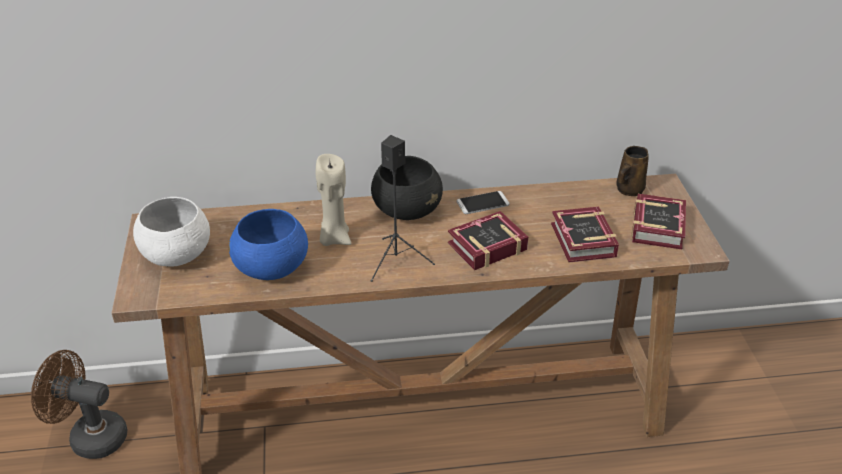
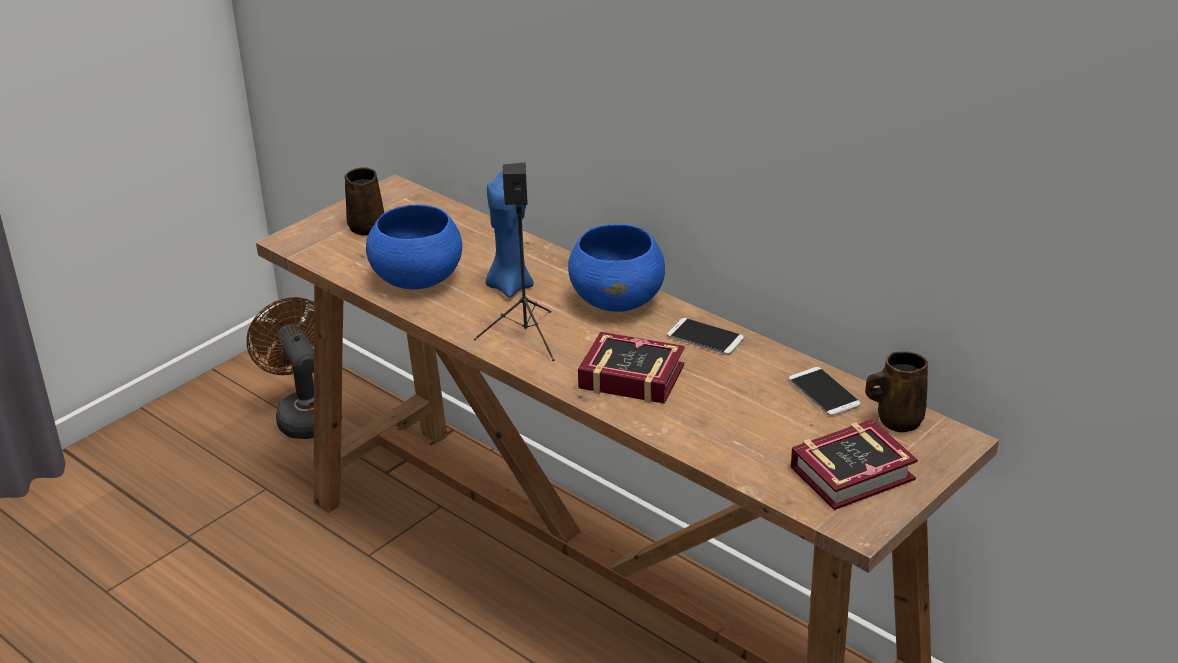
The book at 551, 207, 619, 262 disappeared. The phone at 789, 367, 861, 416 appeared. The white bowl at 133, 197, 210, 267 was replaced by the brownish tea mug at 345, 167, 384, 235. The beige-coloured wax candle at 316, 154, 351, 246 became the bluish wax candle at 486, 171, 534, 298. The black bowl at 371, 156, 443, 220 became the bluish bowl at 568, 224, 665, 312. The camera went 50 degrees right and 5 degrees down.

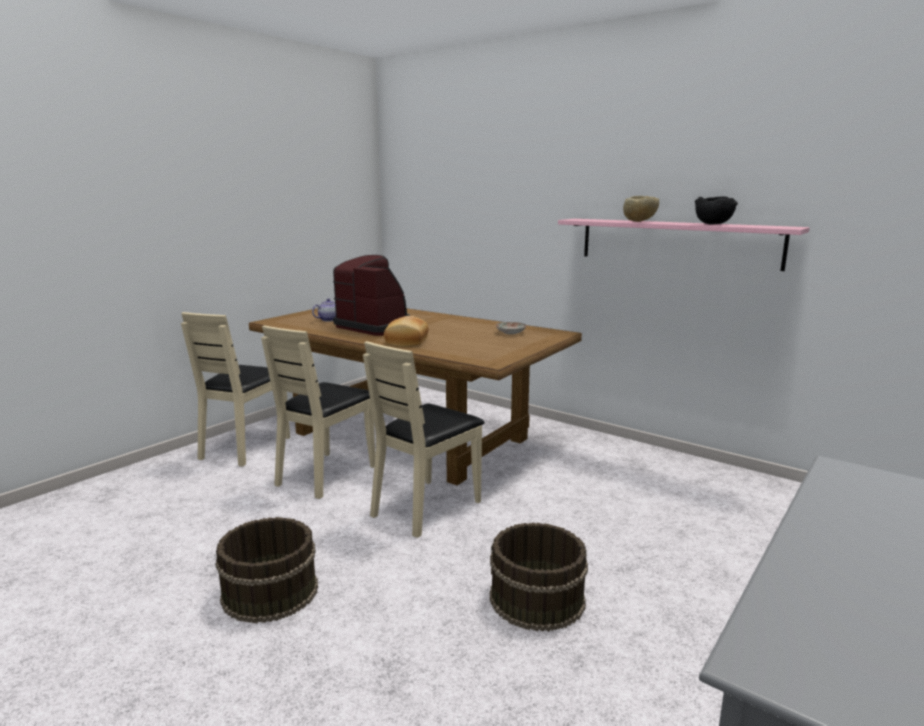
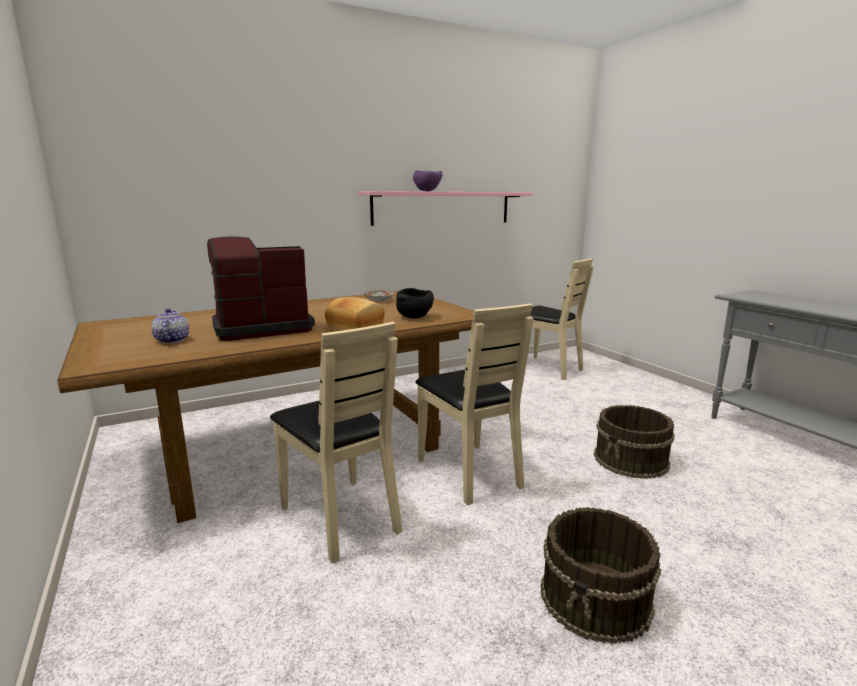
The beige-coloured upright chair moved from 181, 312, 290, 466 to 531, 258, 594, 380. The black bowl moved from 695, 197, 738, 225 to 396, 288, 434, 319. The beige-coloured bowl at 623, 196, 659, 222 became the purplish bowl at 413, 170, 443, 191. The camera went 65 degrees left and 0 degrees up.

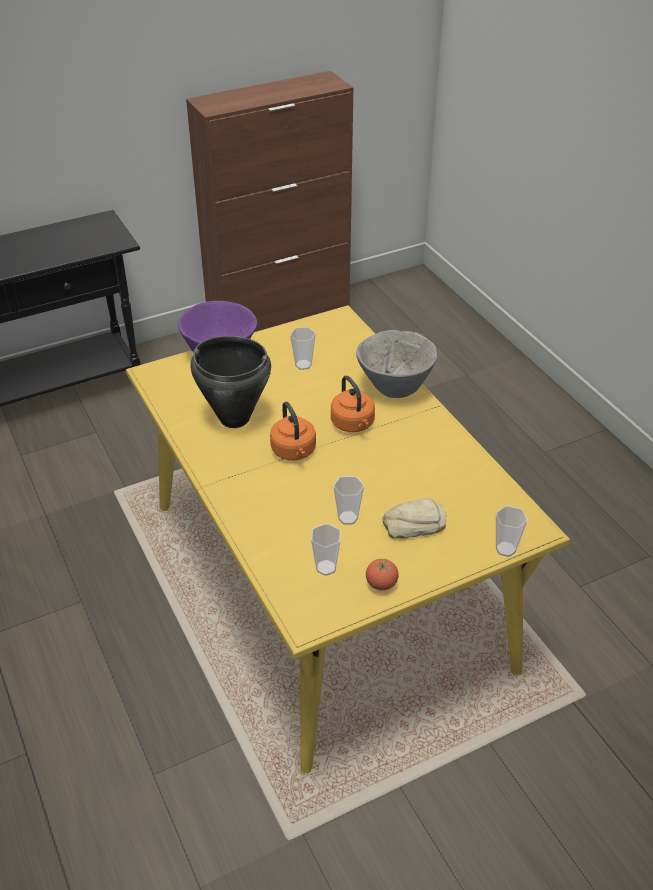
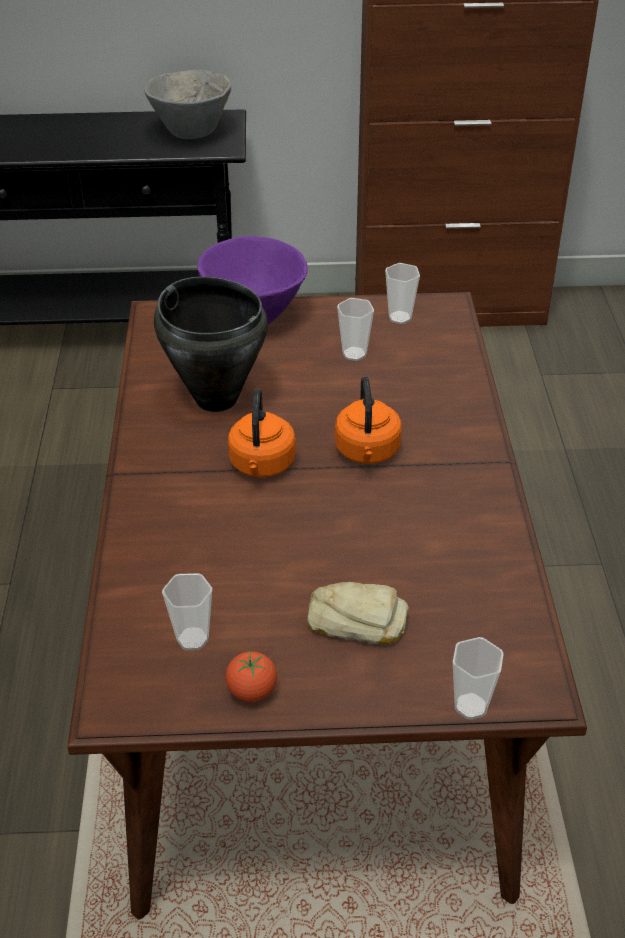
The small cup moved from 333, 476, 364, 525 to 385, 263, 420, 324. The grey bowl moved from 356, 330, 437, 398 to 144, 70, 231, 139. The yellowish dinner table at 126, 305, 570, 774 became the brownish dinner table at 67, 292, 587, 920. The camera went 25 degrees right and 0 degrees up.

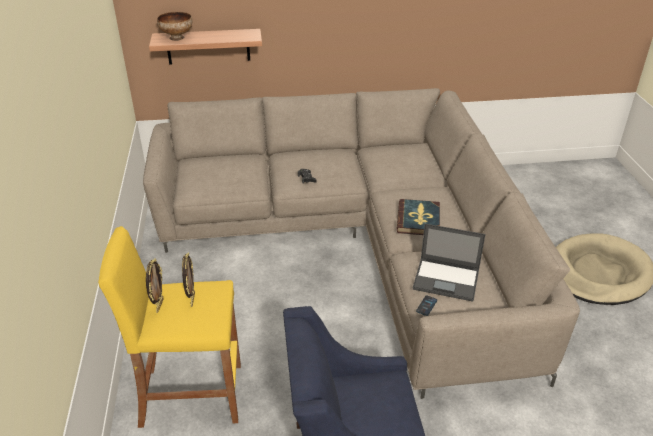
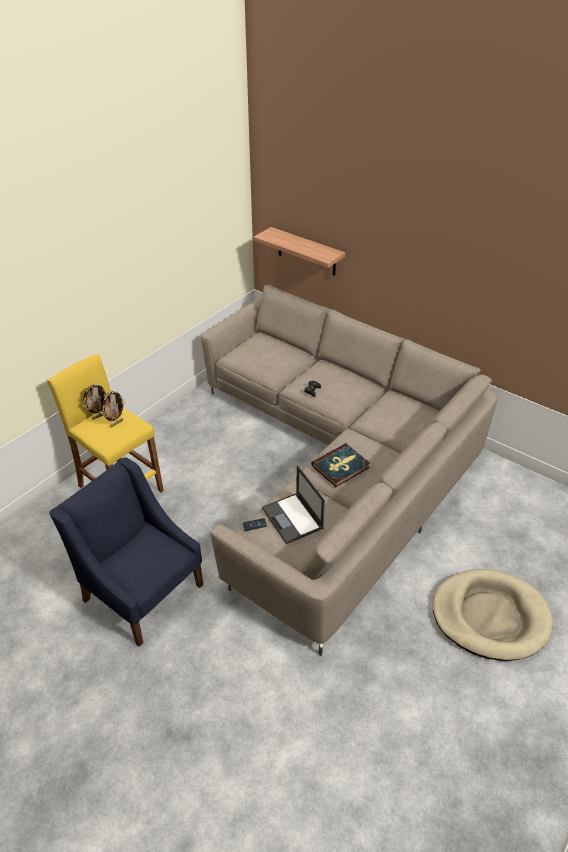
The bowl at 157, 12, 192, 41 disappeared. The camera went 45 degrees right and 5 degrees up.

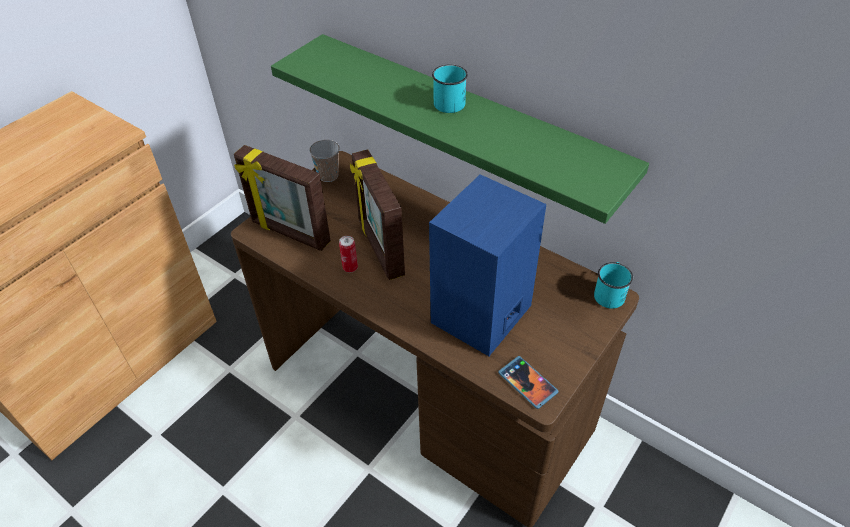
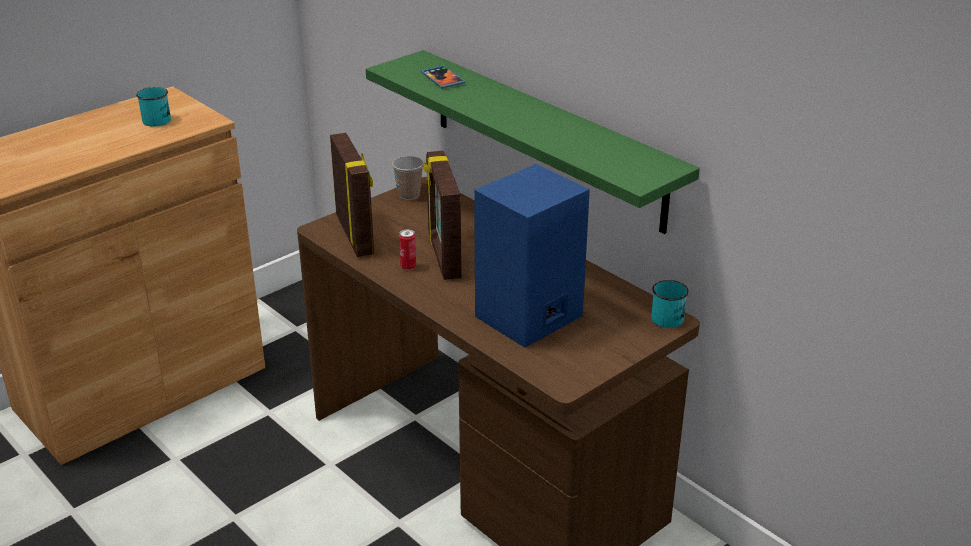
The blue-green tea mug moved from 432, 64, 468, 113 to 136, 87, 171, 127. The phone moved from 498, 356, 559, 409 to 421, 65, 465, 88. The picture frame at 234, 145, 331, 251 turned 150 degrees counterclockwise. The camera went 10 degrees right and 15 degrees down.

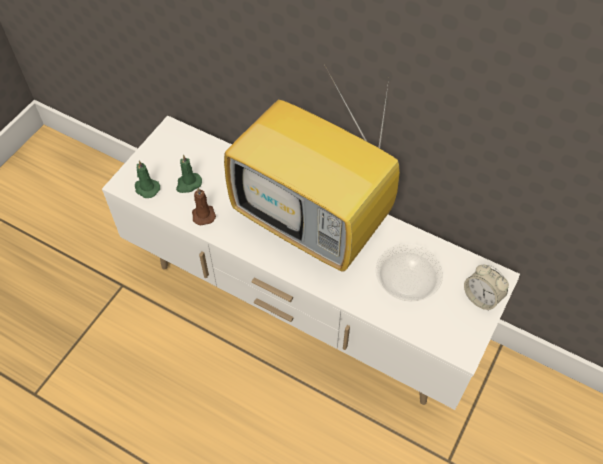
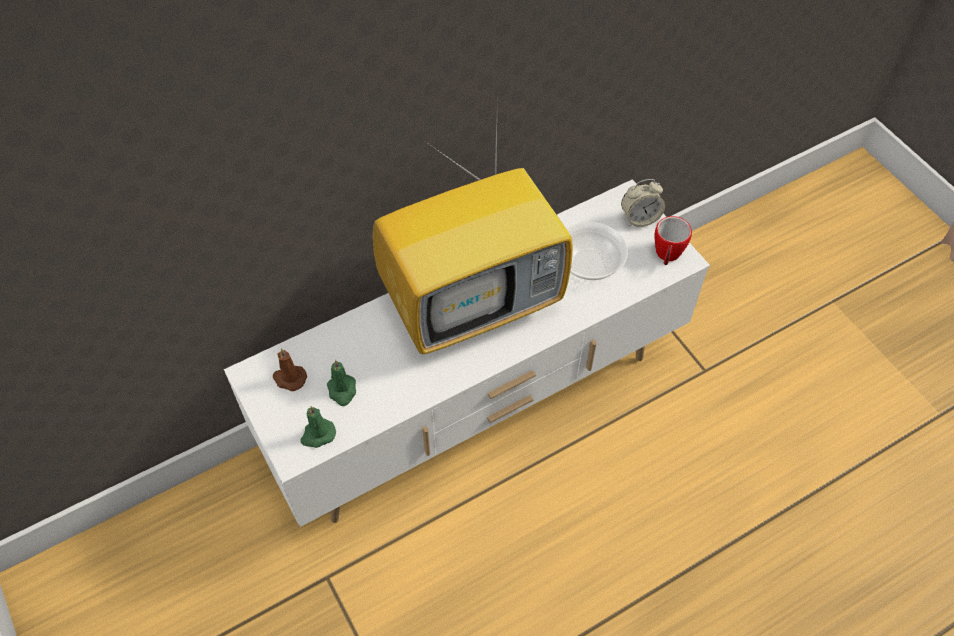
The tea mug at 654, 216, 692, 265 appeared. The brownish wax candle moved from 192, 187, 216, 226 to 273, 349, 307, 391. The camera went 60 degrees left and 0 degrees up.

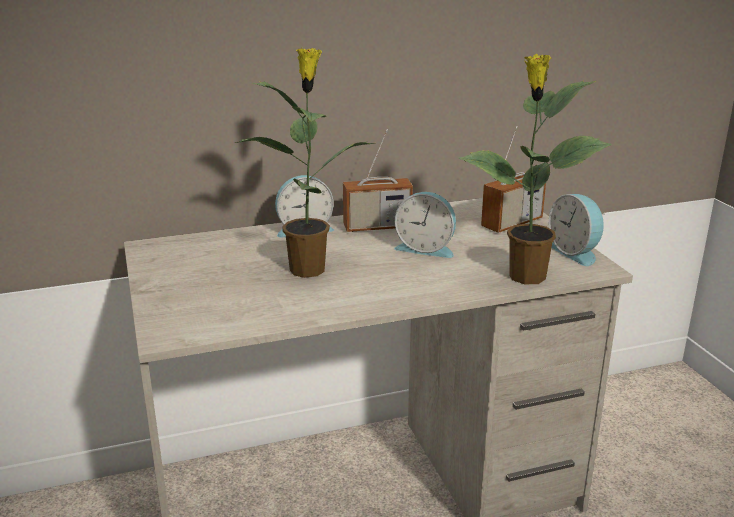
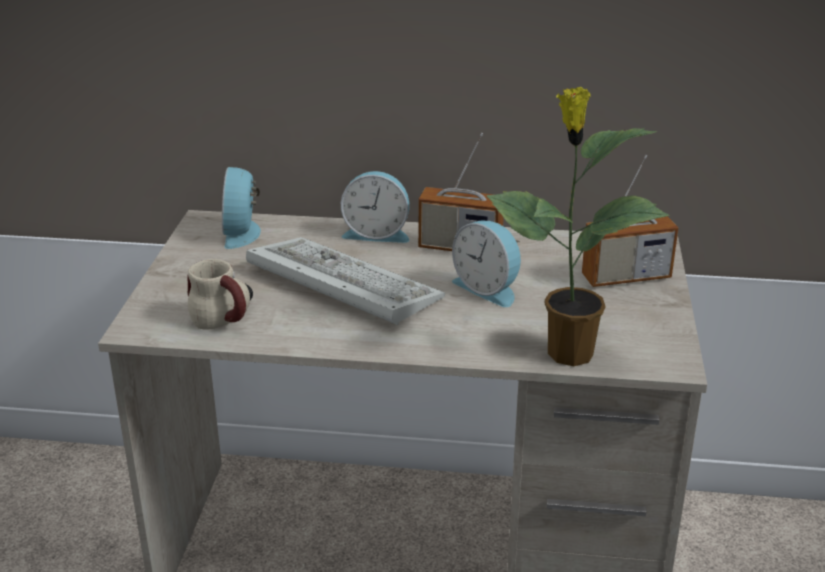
The tea mug at 188, 259, 253, 330 appeared. The table clock moved from 549, 194, 605, 266 to 222, 167, 261, 249. The potted plant at 234, 48, 375, 278 was replaced by the computer keyboard at 246, 237, 445, 325. The camera went 25 degrees right and 5 degrees up.

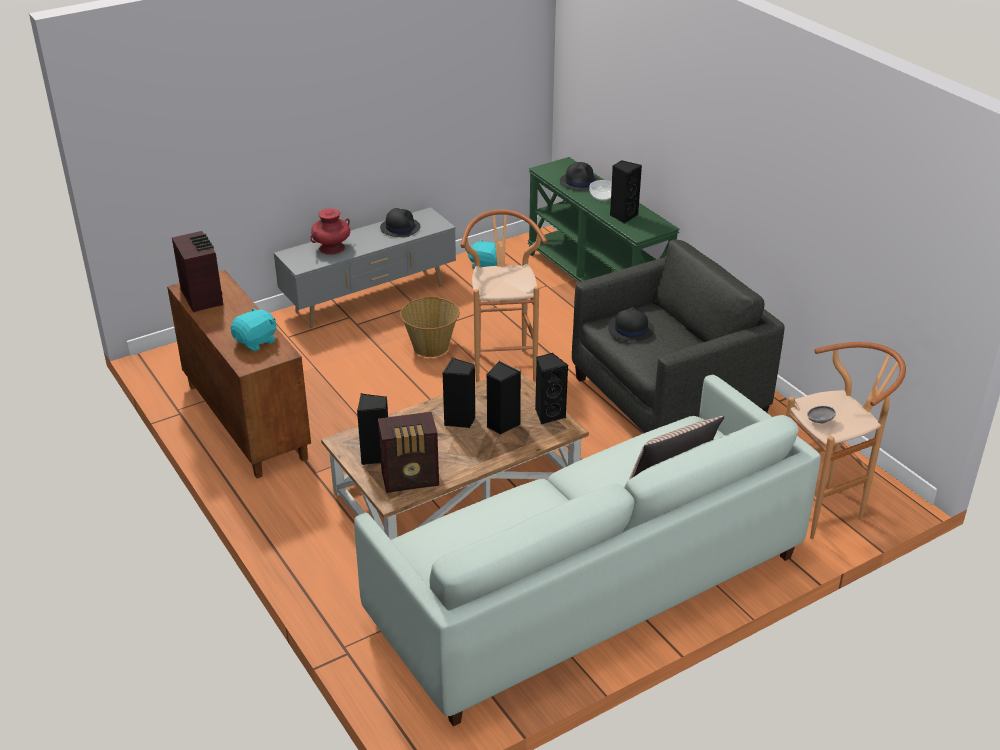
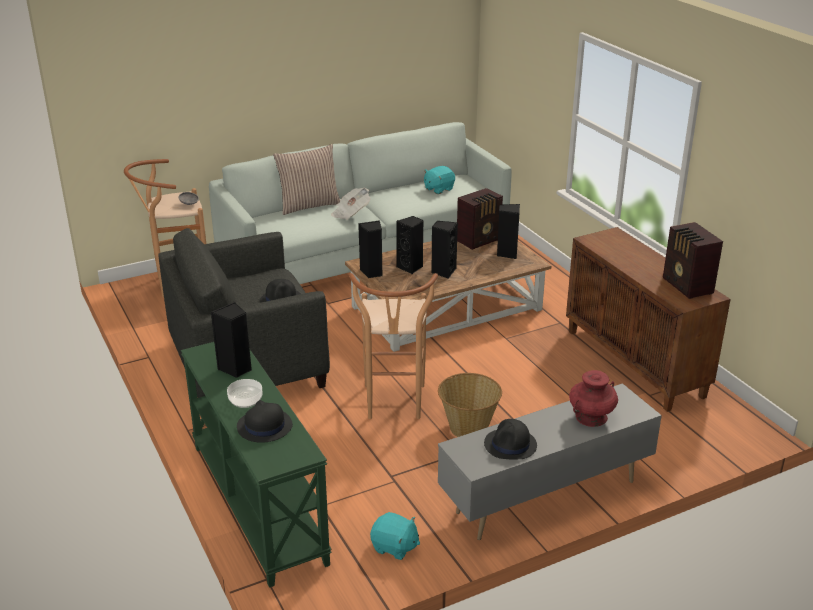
The daily paper at 331, 188, 370, 220 appeared. The blue-green cuddly toy moved from 231, 307, 276, 351 to 424, 166, 455, 194. The radio receiver at 378, 412, 439, 493 turned 150 degrees clockwise. The camera went 175 degrees left and 5 degrees down.

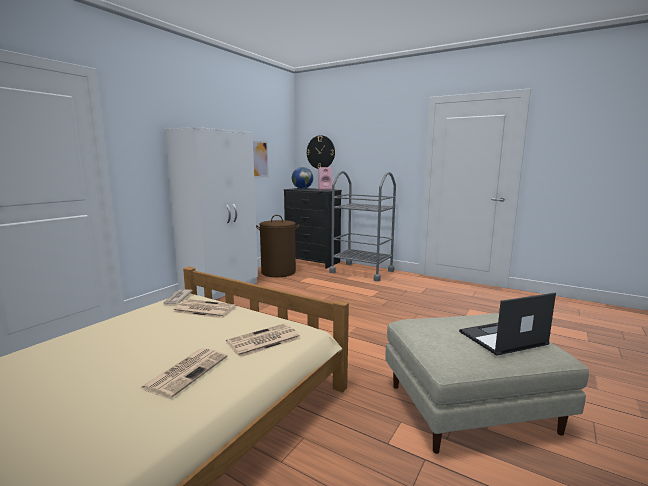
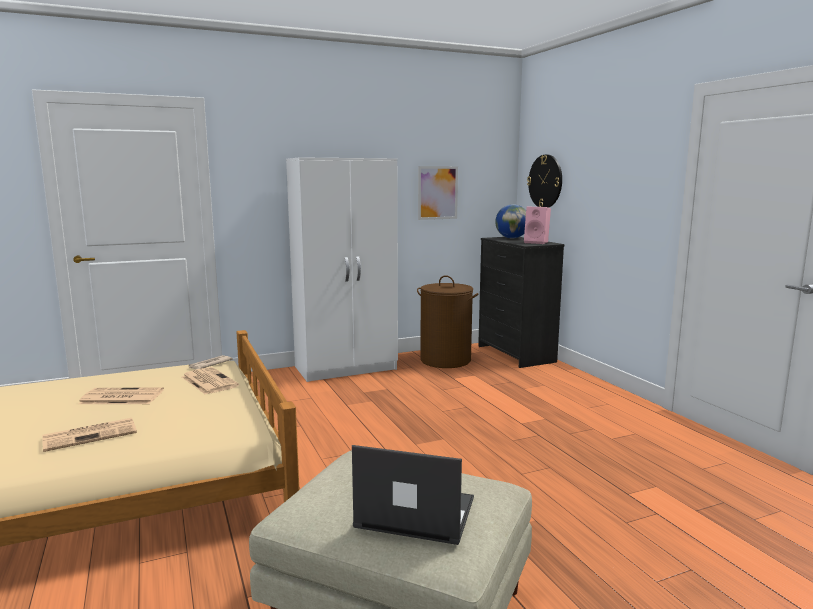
The grey trolley at 329, 171, 396, 281 disappeared. The daily paper moved from 226, 324, 301, 358 to 78, 388, 164, 404. The camera went 35 degrees right and 0 degrees up.

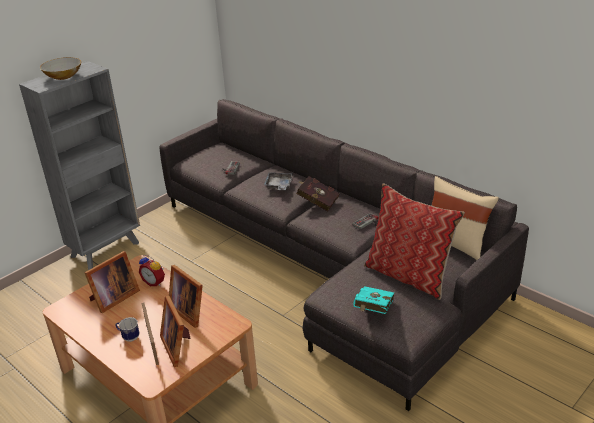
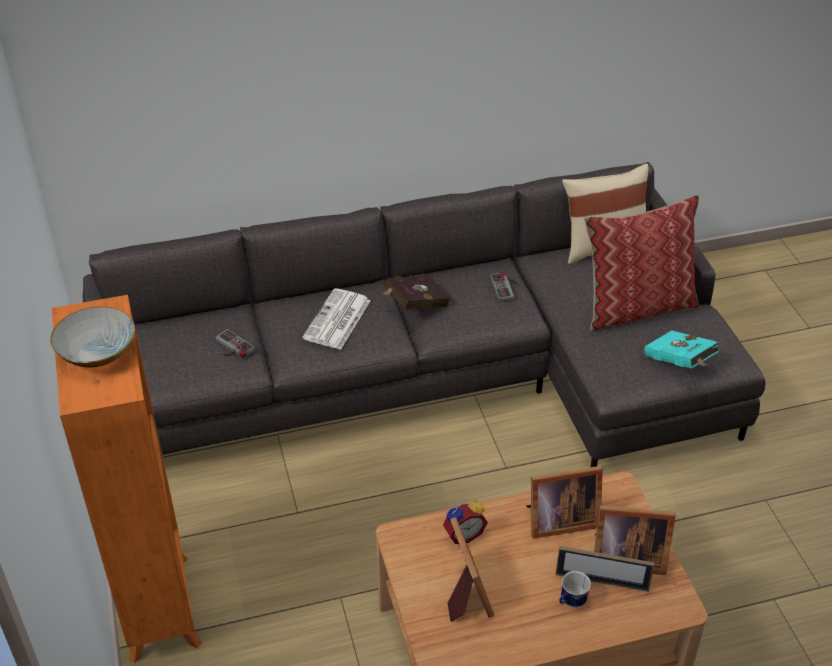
The grey tray at 264, 172, 293, 190 was replaced by the daily paper at 302, 288, 370, 350. The grey bookshelf at 19, 61, 140, 270 became the orangey bookshelf at 51, 295, 202, 663. The camera went 60 degrees left and 10 degrees up.

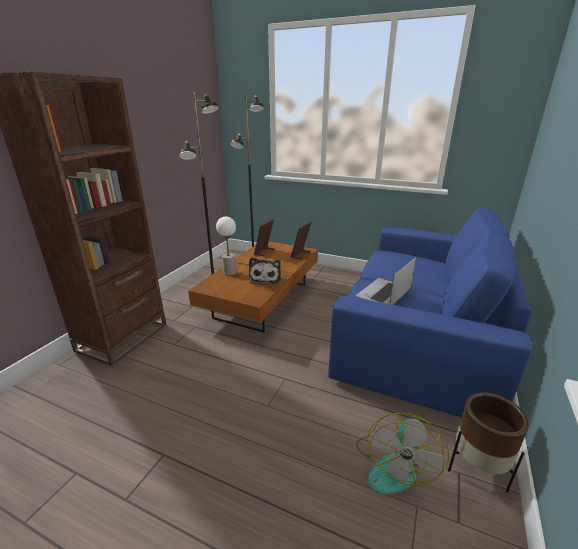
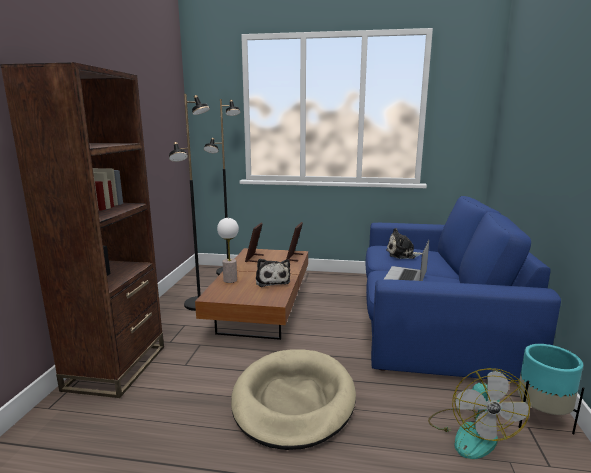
The beige-coloured pet bed at 231, 350, 356, 450 appeared. The cuddly toy at 386, 228, 422, 259 appeared. The brownish planter at 448, 392, 529, 493 became the blue-green planter at 518, 344, 584, 434. The camera went 15 degrees left and 10 degrees down.

